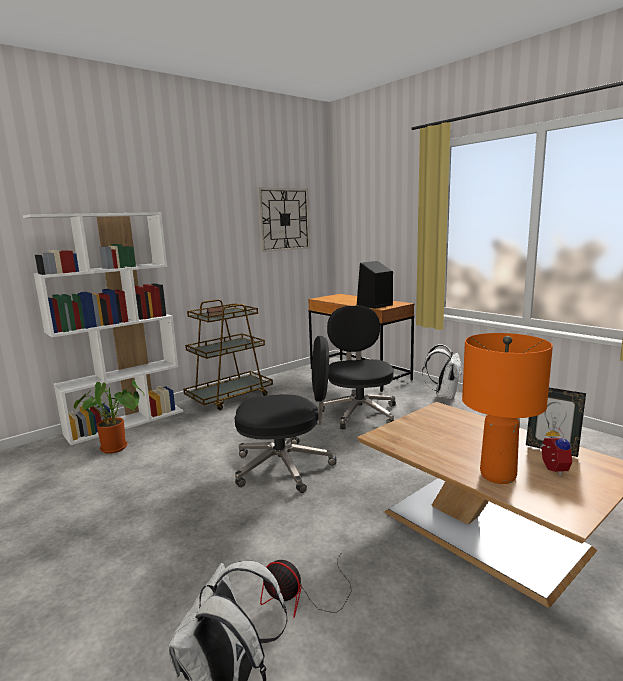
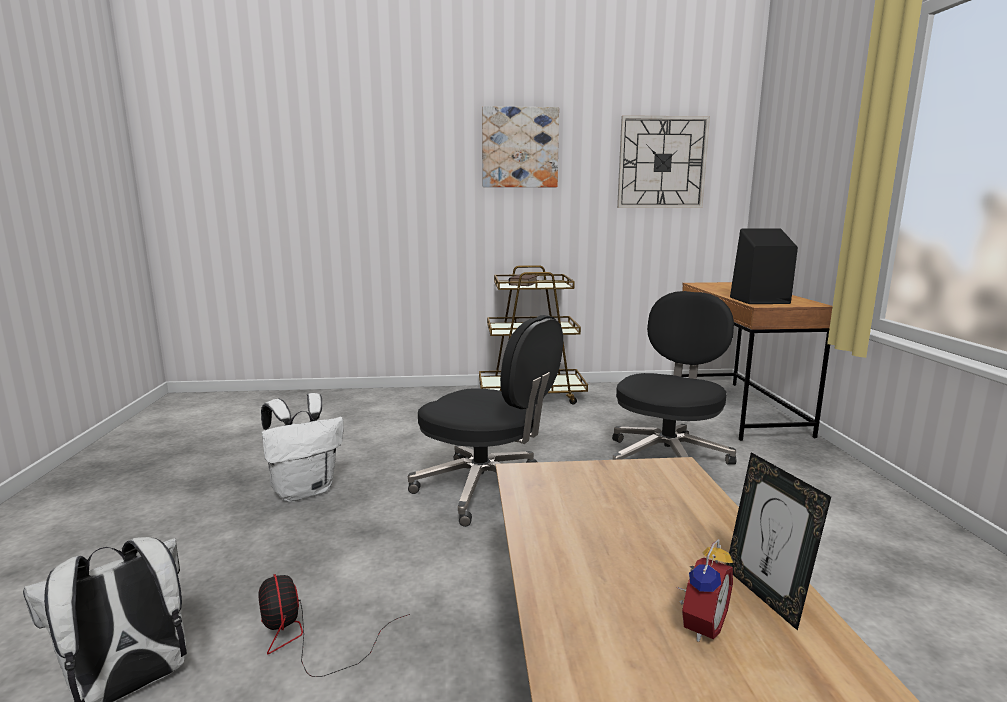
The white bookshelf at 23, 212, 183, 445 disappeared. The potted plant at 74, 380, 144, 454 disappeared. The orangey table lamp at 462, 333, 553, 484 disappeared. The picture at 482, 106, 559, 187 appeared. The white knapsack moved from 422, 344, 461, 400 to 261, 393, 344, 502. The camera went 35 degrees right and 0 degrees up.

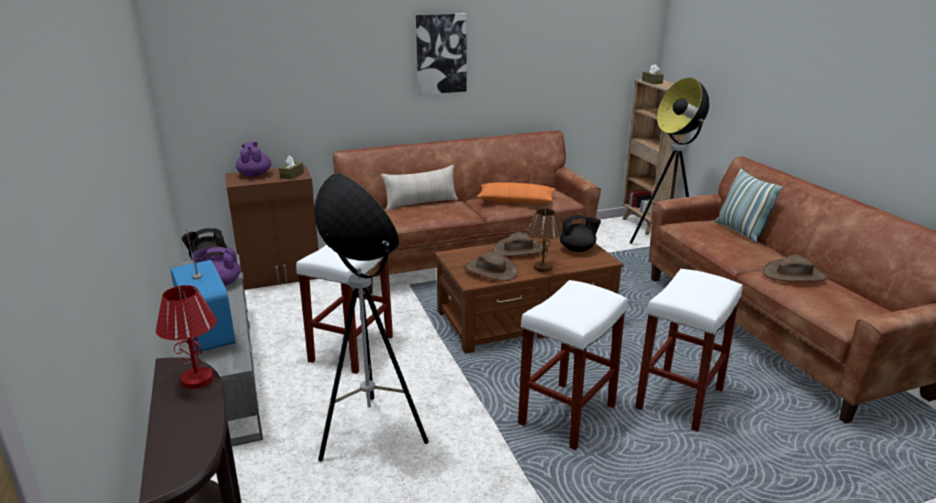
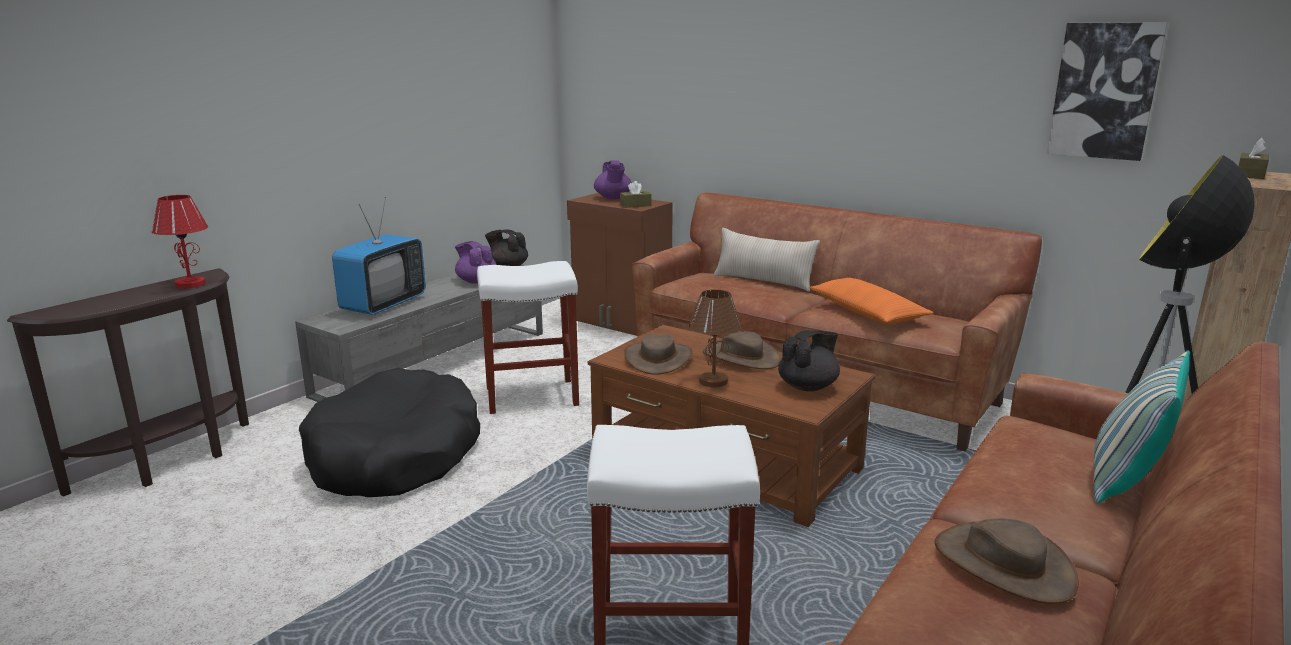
The white sitting stool at 518, 280, 627, 450 disappeared. The picture moved from 416, 13, 467, 95 to 1047, 23, 1167, 161. The standing lamp at 314, 173, 429, 461 was replaced by the black pet bed at 299, 368, 480, 497. The purplish teapot at 236, 142, 271, 177 turned 135 degrees clockwise. The black teapot at 560, 215, 601, 252 turned 90 degrees counterclockwise. The camera went 55 degrees right and 5 degrees down.

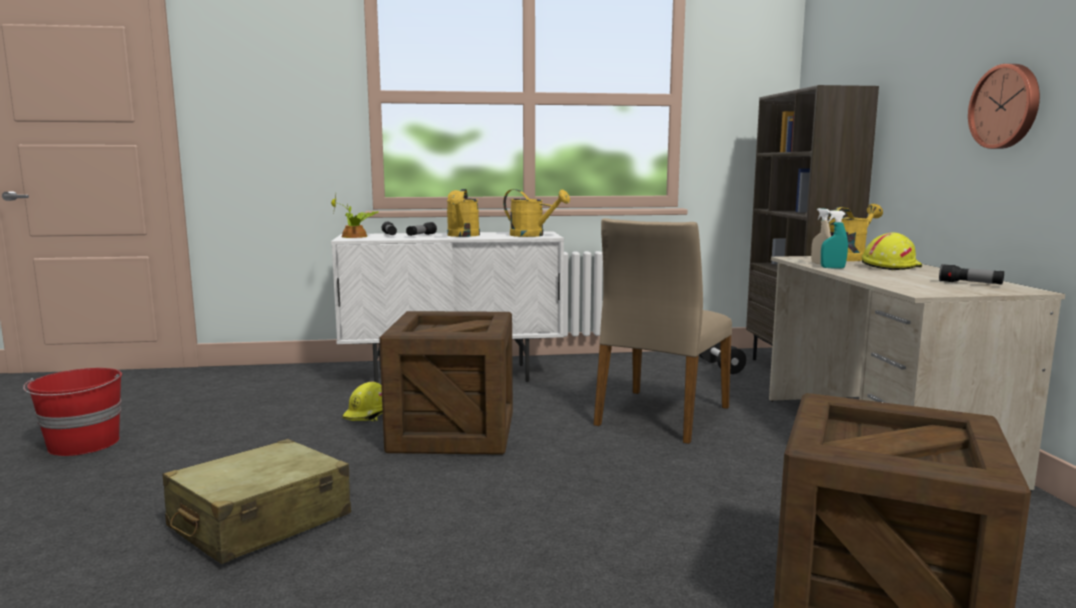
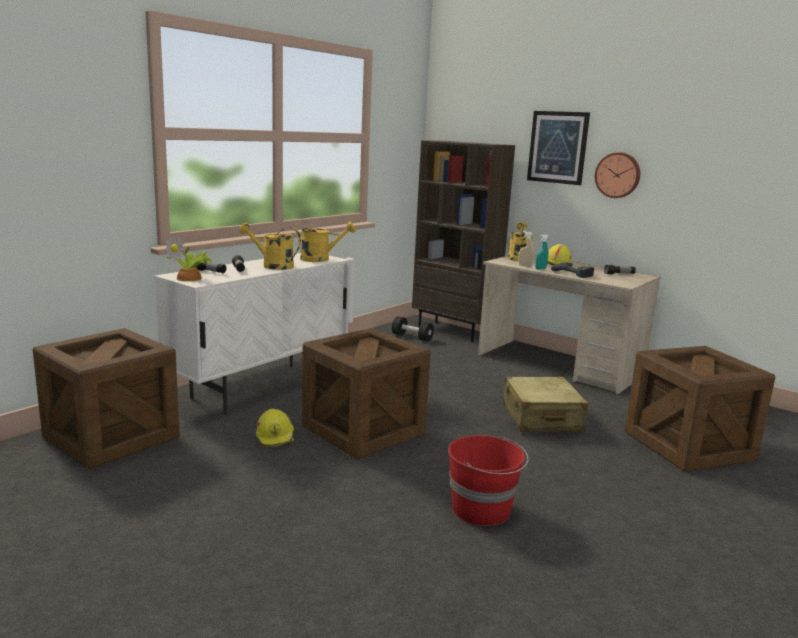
The beige-coloured upright chair at 594, 218, 732, 444 disappeared. The packing crate at 33, 328, 180, 469 appeared. The picture at 527, 111, 590, 185 appeared. The electric drill at 551, 262, 594, 278 appeared. The red bucket moved from 23, 368, 122, 456 to 448, 435, 529, 526. The beige-coloured suitcase moved from 163, 439, 351, 564 to 503, 376, 588, 432. The yellowish watering can at 446, 189, 480, 237 turned 150 degrees clockwise. The camera went 45 degrees left and 5 degrees up.

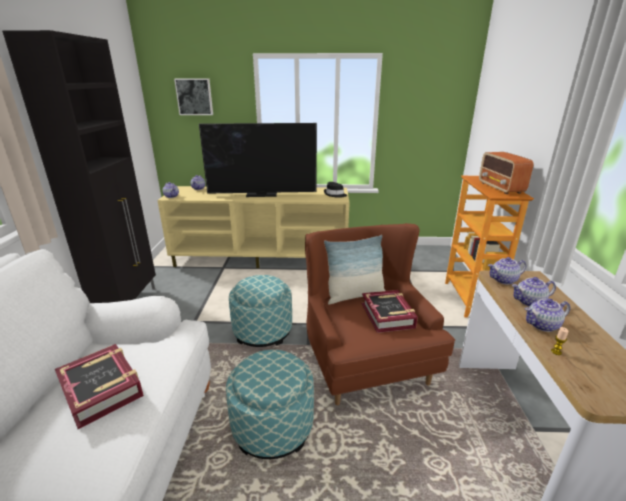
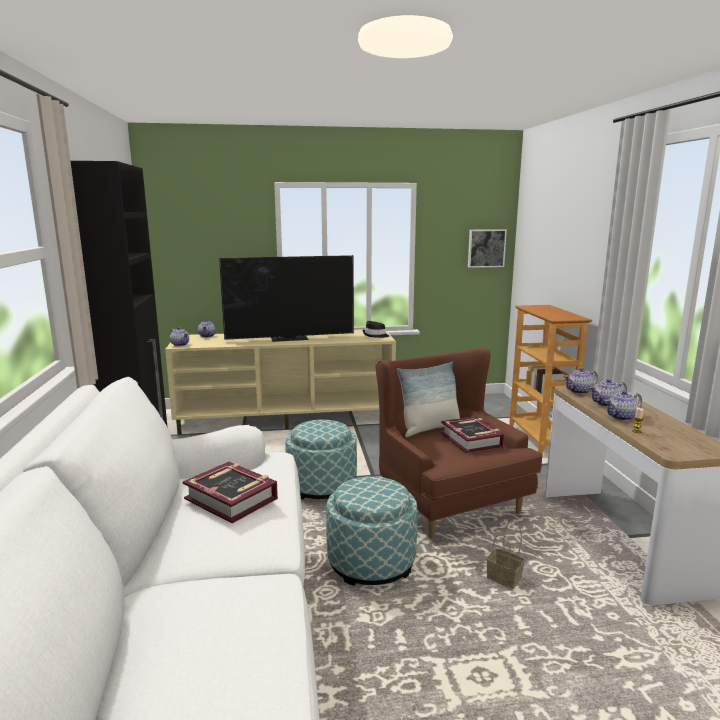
The radio receiver at 479, 152, 534, 194 disappeared. The household basket at 486, 520, 525, 589 appeared. The picture moved from 174, 79, 213, 115 to 468, 229, 507, 268. The camera went 10 degrees left and 10 degrees down.

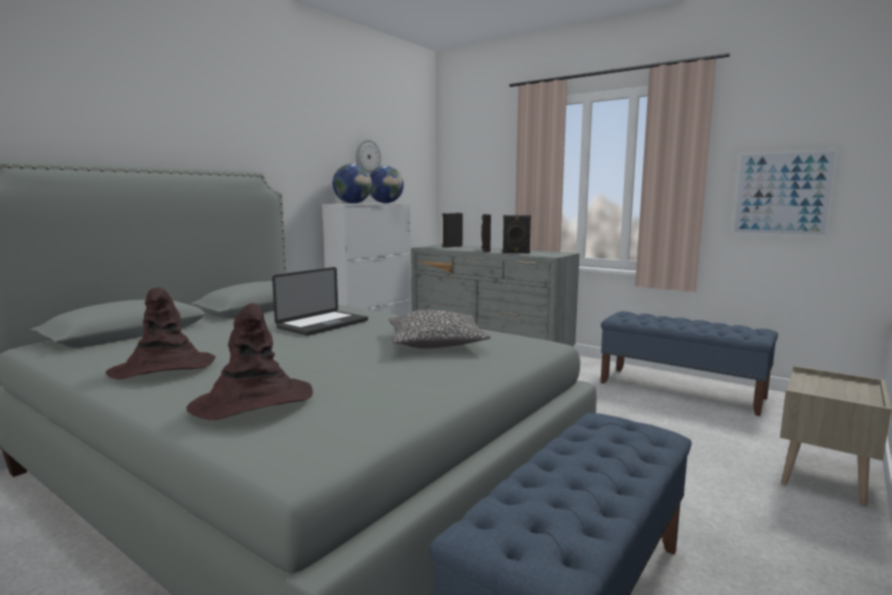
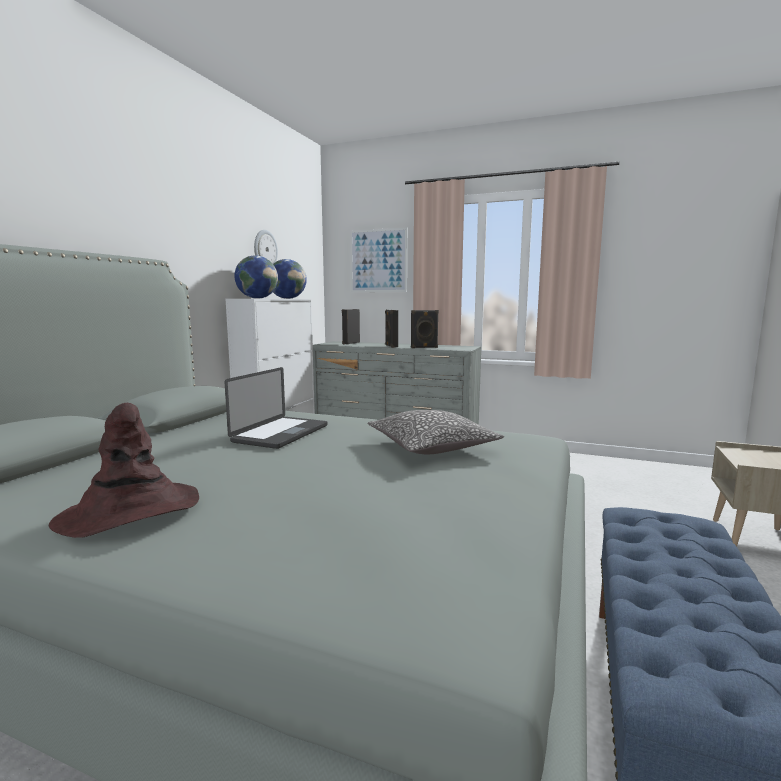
The brownish wearable hat at 186, 303, 313, 420 disappeared. The bluish bench at 601, 311, 778, 416 disappeared. The picture moved from 731, 148, 840, 238 to 350, 228, 407, 292. The camera went 15 degrees left and 0 degrees up.

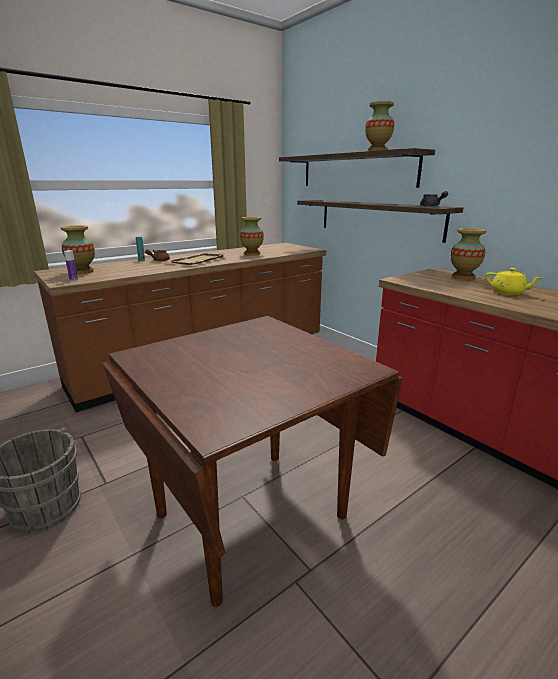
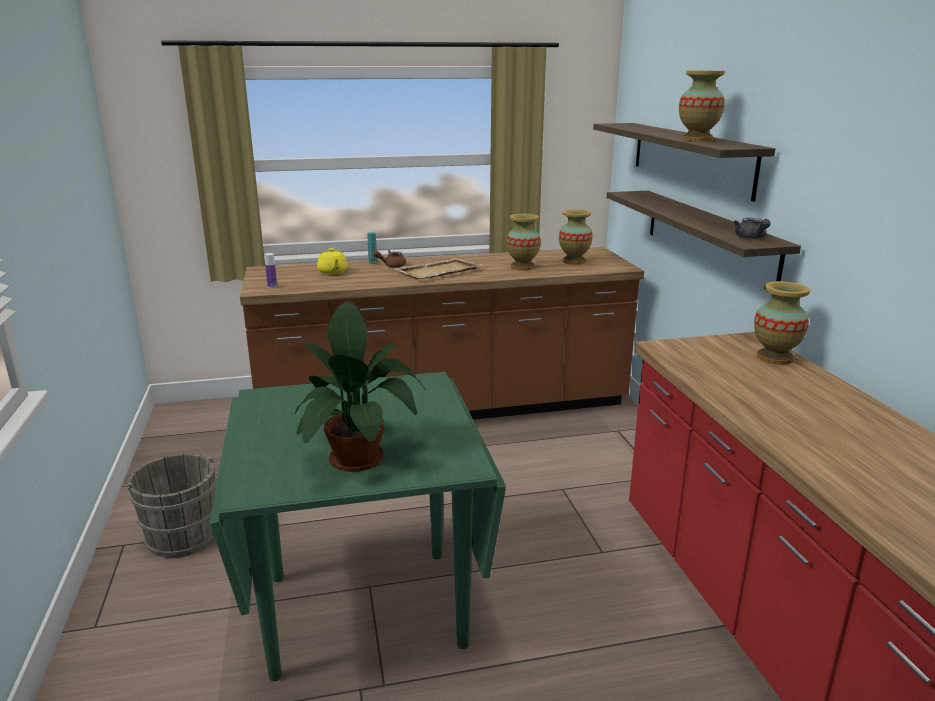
The potted plant at 295, 301, 426, 472 appeared. The decorative vase moved from 60, 225, 95, 274 to 559, 209, 593, 265. The yellowish teapot moved from 485, 268, 543, 295 to 317, 248, 348, 274. The brownish dinner table at 103, 316, 403, 607 became the green dinner table at 209, 372, 506, 681. The camera went 25 degrees right and 0 degrees up.

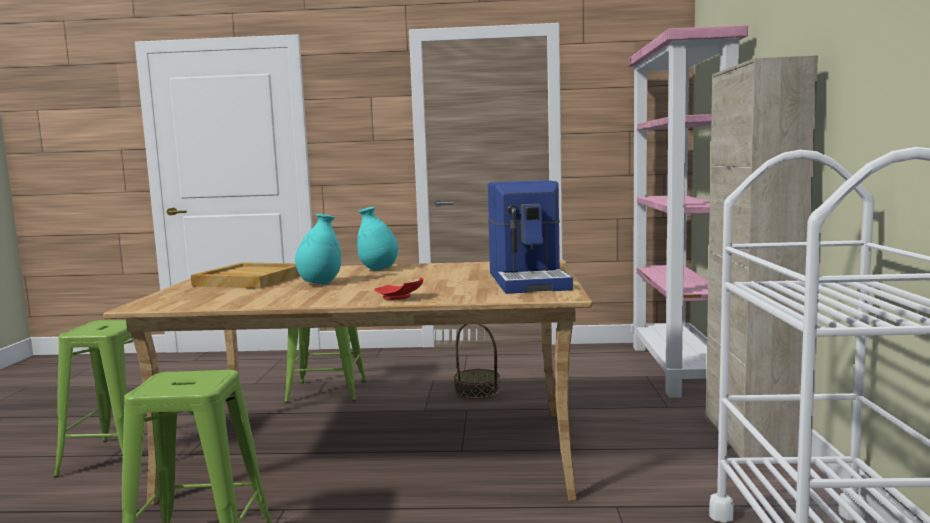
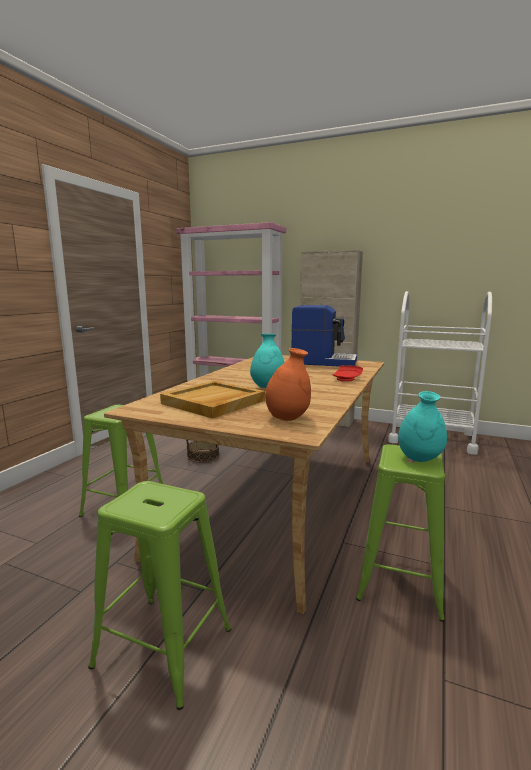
The orangey decorative vase at 265, 348, 311, 421 appeared. The blue-green decorative vase moved from 357, 207, 398, 271 to 398, 391, 447, 462. The camera went 70 degrees left and 5 degrees up.

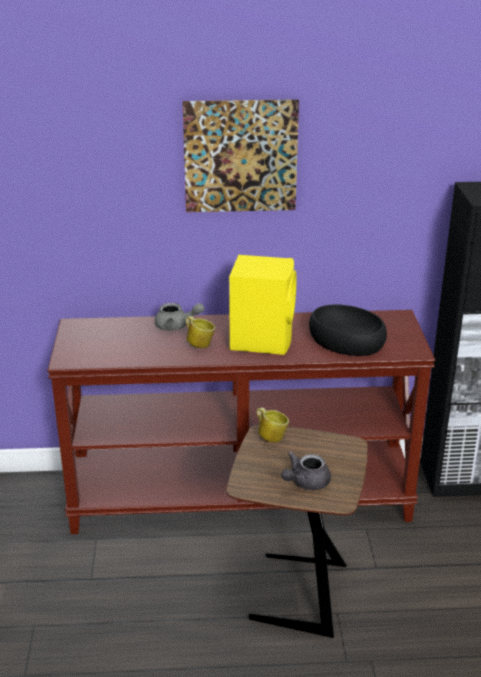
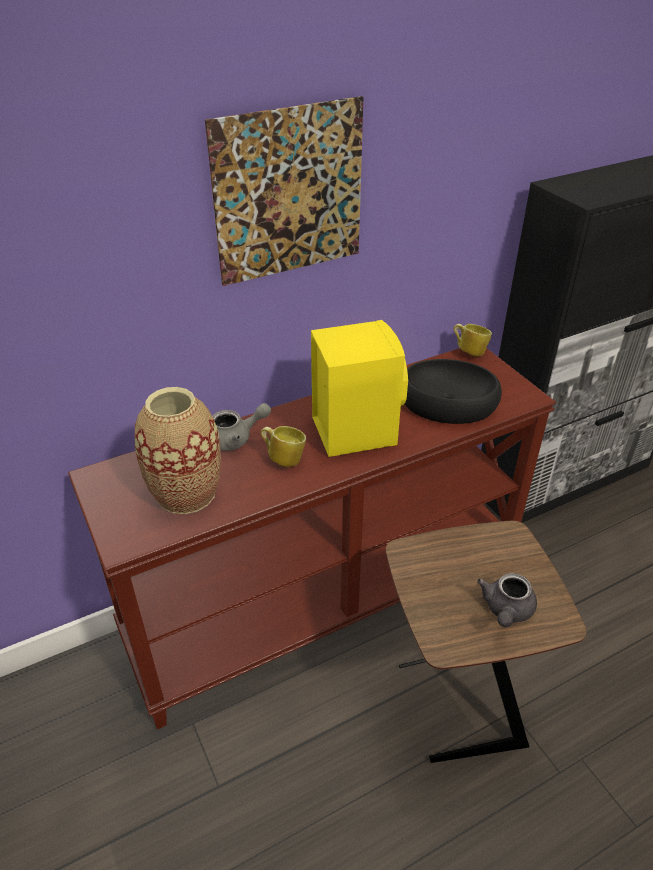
The decorative vase at 135, 387, 221, 514 appeared. The tea mug moved from 257, 408, 289, 443 to 453, 324, 492, 357. The camera went 25 degrees left and 10 degrees up.

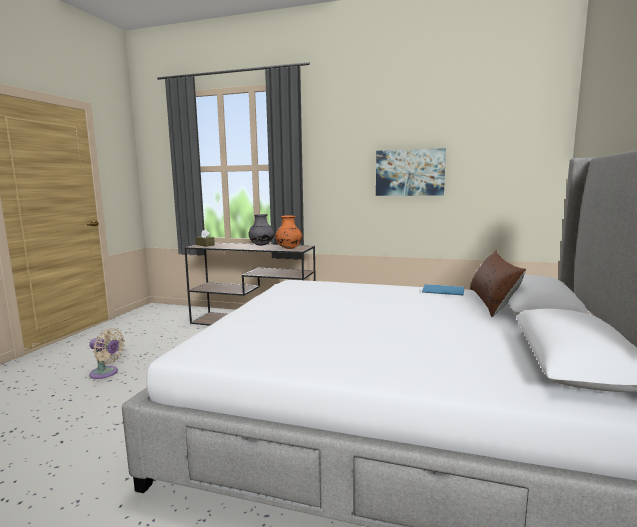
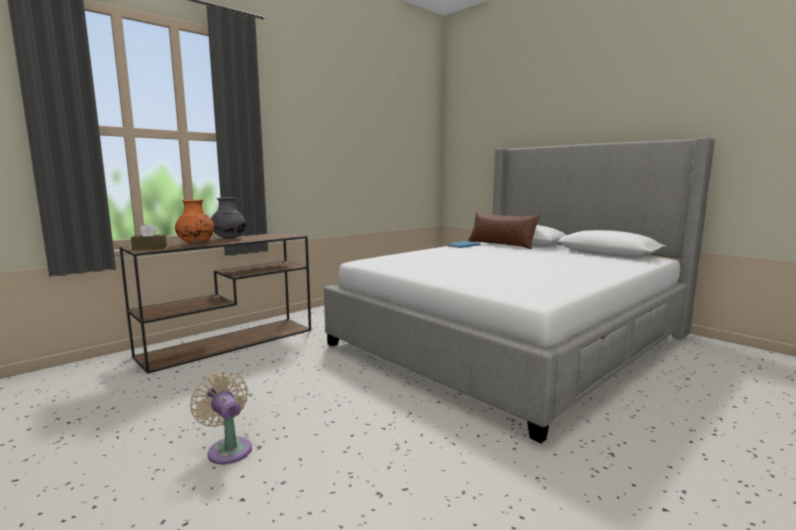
The picture at 376, 148, 446, 196 disappeared. The orangey decorative vase moved from 275, 215, 302, 249 to 175, 200, 215, 245. The beige-coloured cooling fan at 89, 328, 125, 379 turned 90 degrees counterclockwise. The camera went 60 degrees left and 0 degrees up.

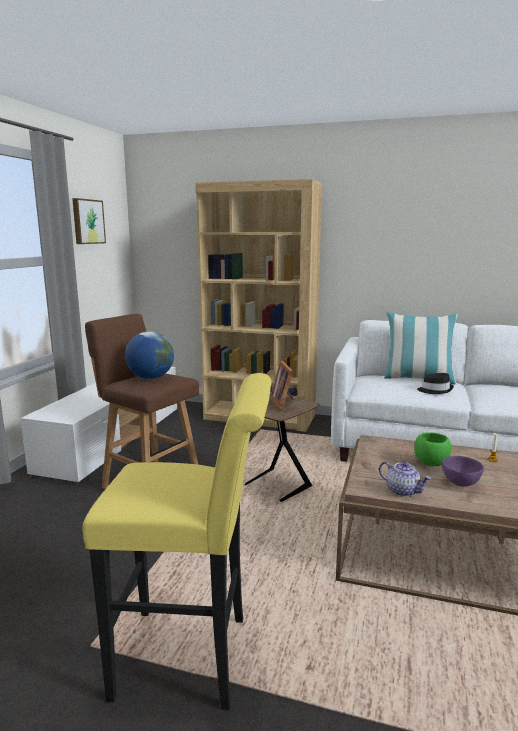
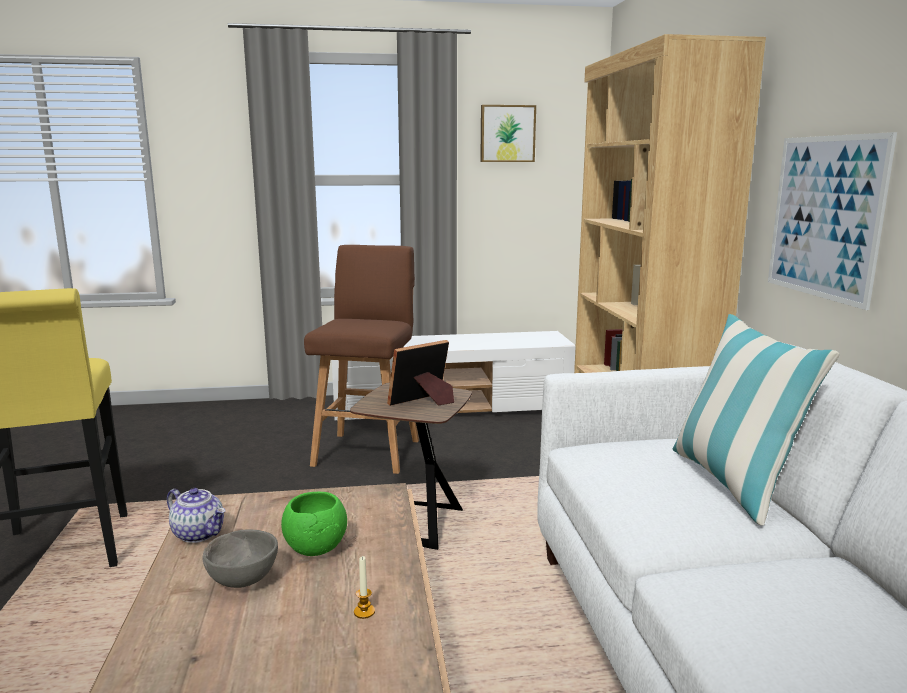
The world globe at 125, 331, 174, 379 disappeared. The black wearable hat at 417, 373, 454, 394 disappeared. The picture at 768, 132, 897, 310 appeared. The purplish bowl at 442, 456, 484, 486 became the grey bowl at 202, 529, 278, 588. The teapot at 379, 461, 431, 497 turned 75 degrees counterclockwise. The camera went 65 degrees right and 0 degrees up.

